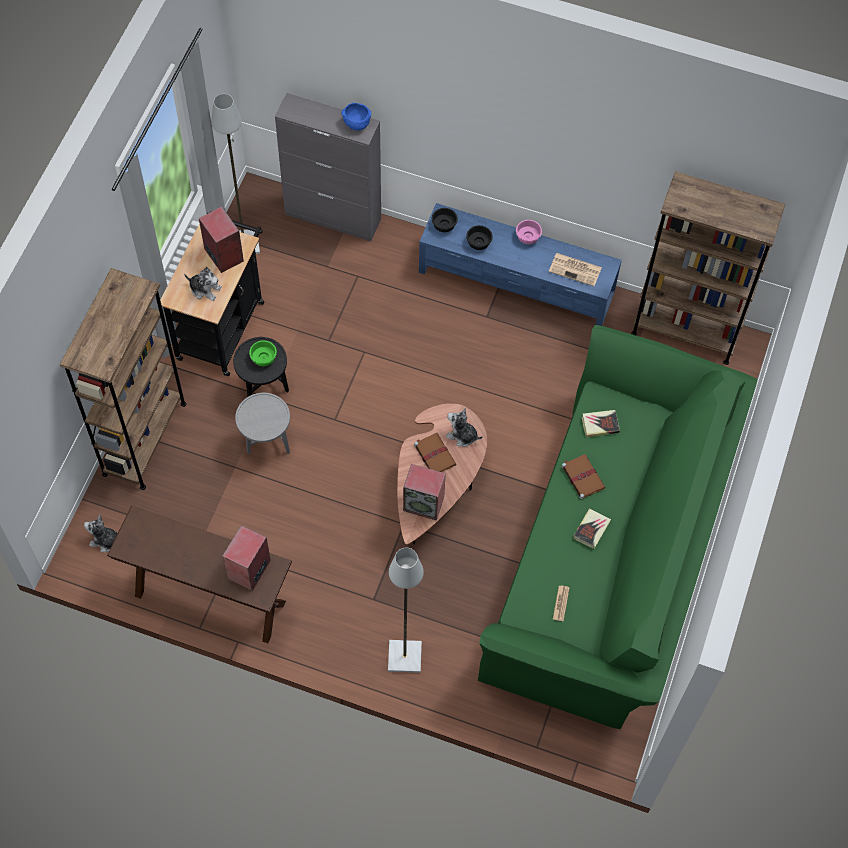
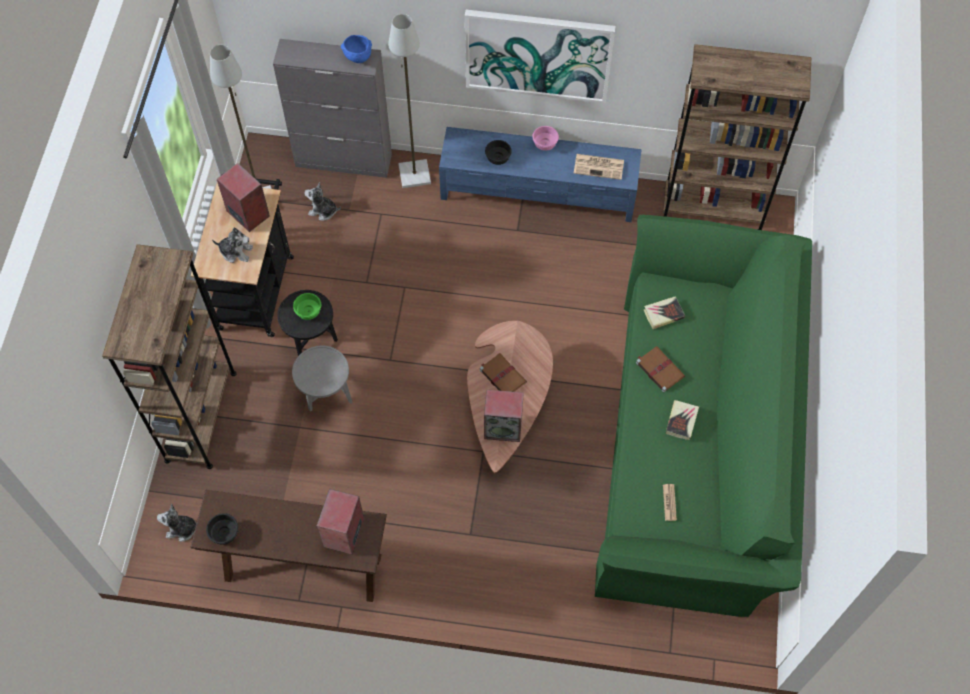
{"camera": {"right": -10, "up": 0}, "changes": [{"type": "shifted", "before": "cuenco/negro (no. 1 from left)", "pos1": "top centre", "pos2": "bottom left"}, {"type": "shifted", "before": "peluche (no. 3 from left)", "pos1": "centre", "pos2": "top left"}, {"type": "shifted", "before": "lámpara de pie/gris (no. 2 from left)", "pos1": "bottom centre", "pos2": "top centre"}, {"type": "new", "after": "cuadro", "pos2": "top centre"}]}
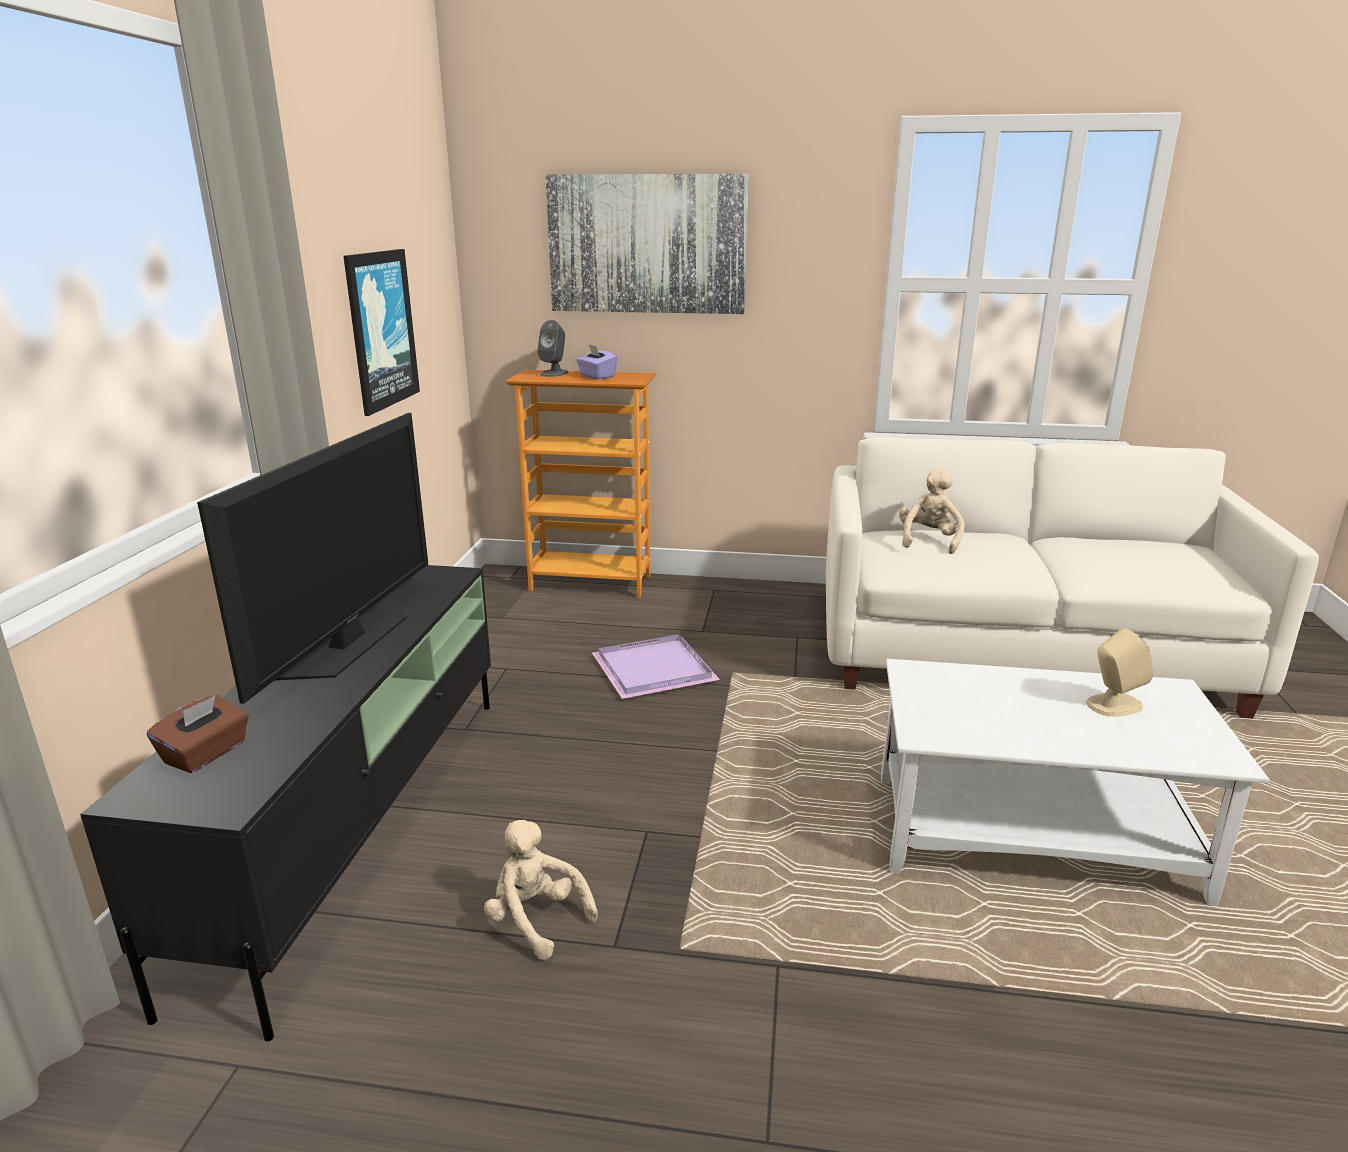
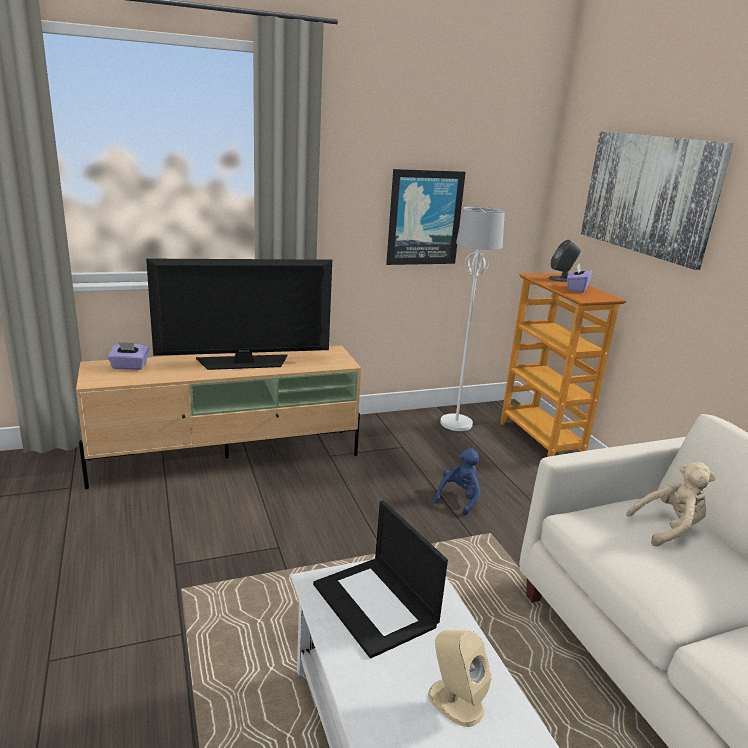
{"camera": {"right": 60, "up": 0}, "changes": [{"type": "repainted", "before": "mueble de televisión/negro", "after": "mueble de televisión/beis", "pos1": "bottom left", "pos2": "middle left"}, {"type": "repainted", "before": "caja de pañuelos/marrón", "after": "caja de pañuelos/morado (no. 1 from left)", "pos1": "middle left", "pos2": "middle left"}, {"type": "new", "after": "portátil", "pos2": "bottom centre"}, {"type": "swapped", "before": "bandeja/morado", "after": "peluche/azul", "pos1": "centre", "pos2": "centre"}, {"type": "new", "after": "lámpara de pie/blanco", "pos2": "centre"}, {"type": "gone", "before": "peluche/beis (no. 1 from left)", "pos1": "bottom centre"}]}
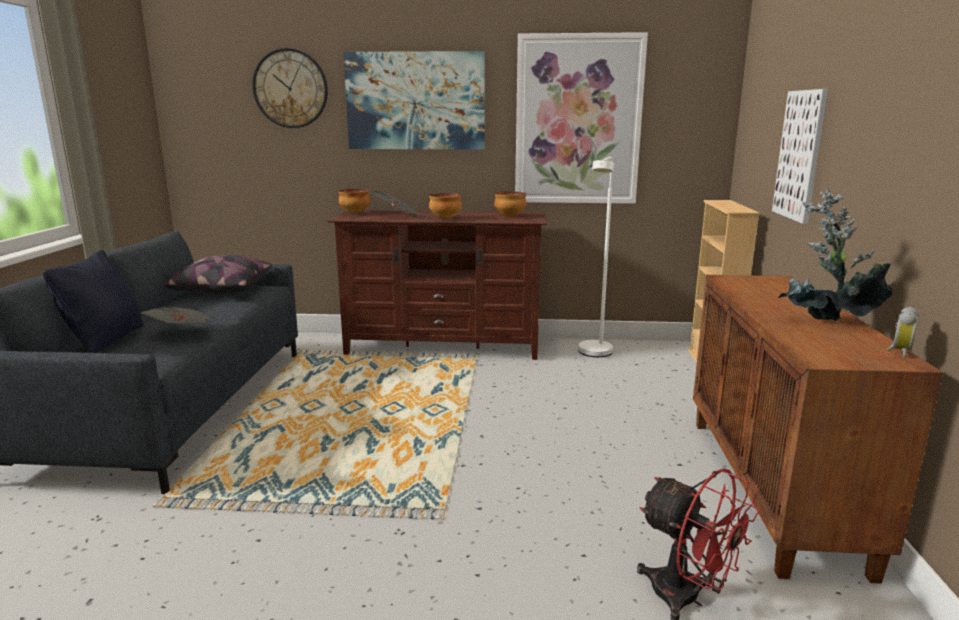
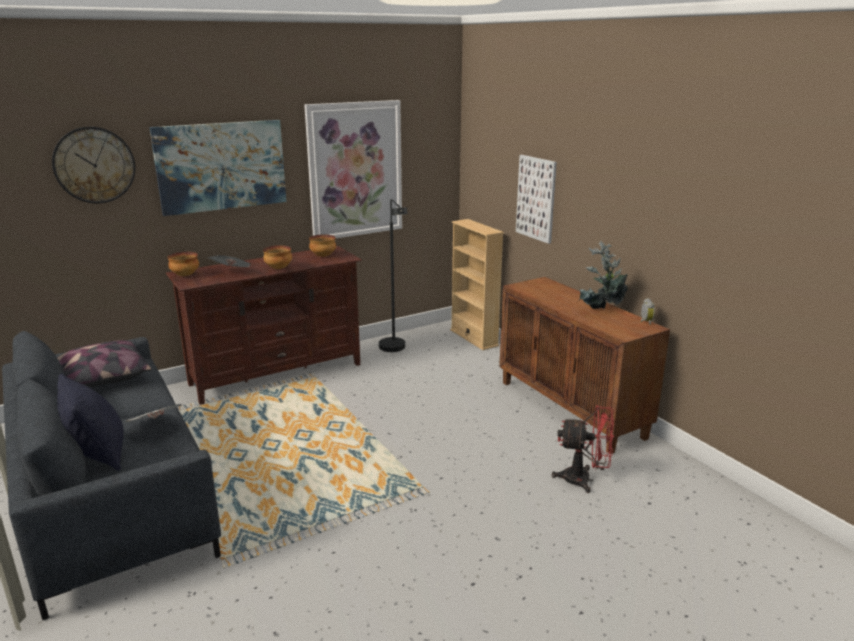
{"camera": {"right": -35, "up": 5}, "changes": [{"type": "repainted", "before": "lámpara de pie/blanco", "after": "lámpara de pie/negro", "pos1": "centre", "pos2": "centre"}]}
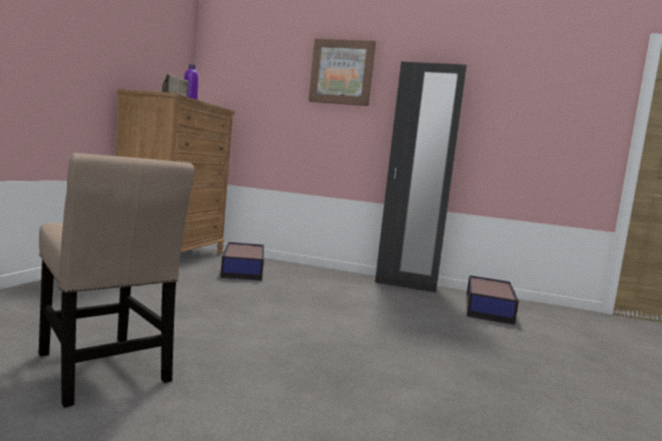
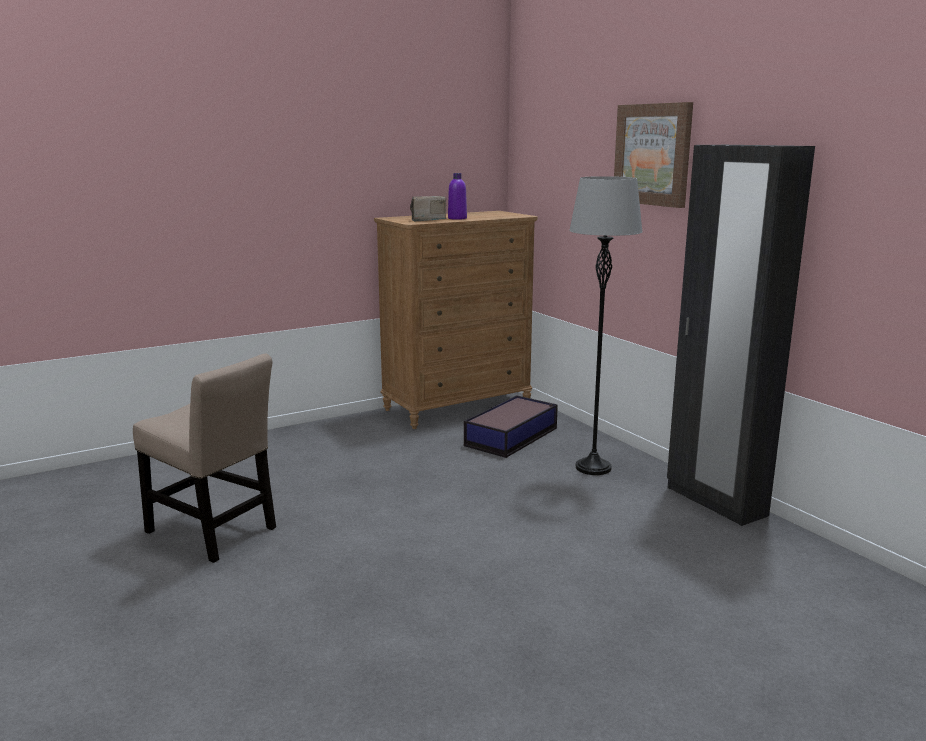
{"camera": {"right": 45, "up": 10}, "changes": [{"type": "rotated", "before": "silla/beis", "pos1": "middle left", "pos2": "middle left", "turn": -60}, {"type": "new", "after": "lámpara de pie/gris", "pos2": "centre"}, {"type": "gone", "before": "caja de almacenaje (no. 2 from left)", "pos1": "bottom right"}]}
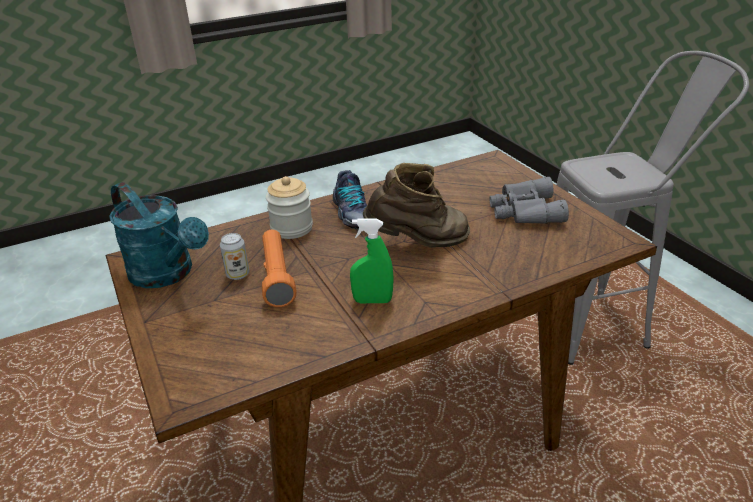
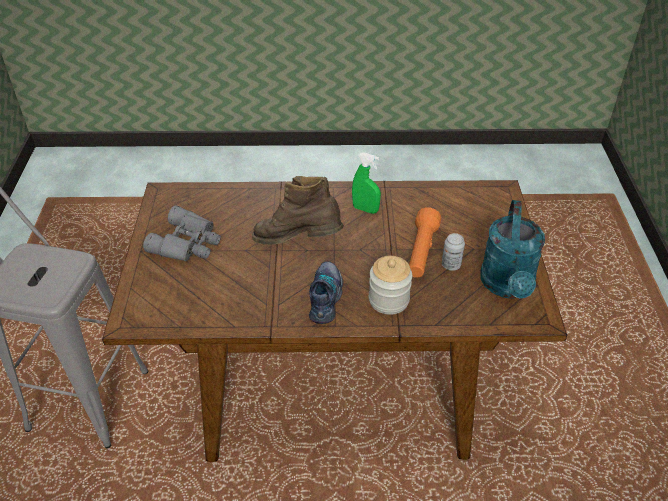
{"camera": {"right": -155, "up": 10}, "changes": [{"type": "rotated", "before": "regadera/turquesa", "pos1": "middle left", "pos2": "middle right", "turn": -150}]}
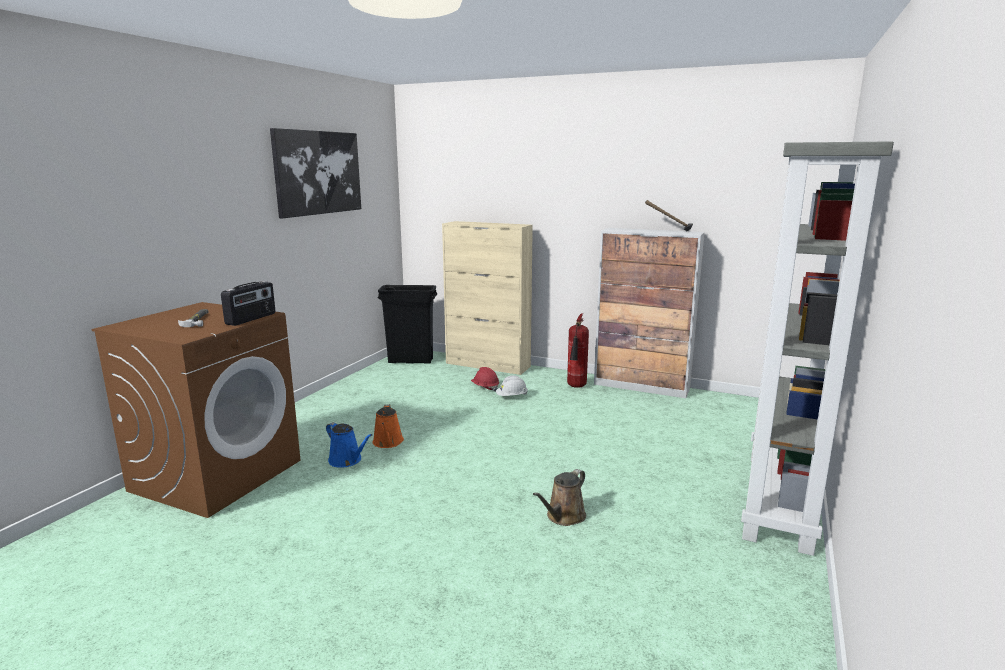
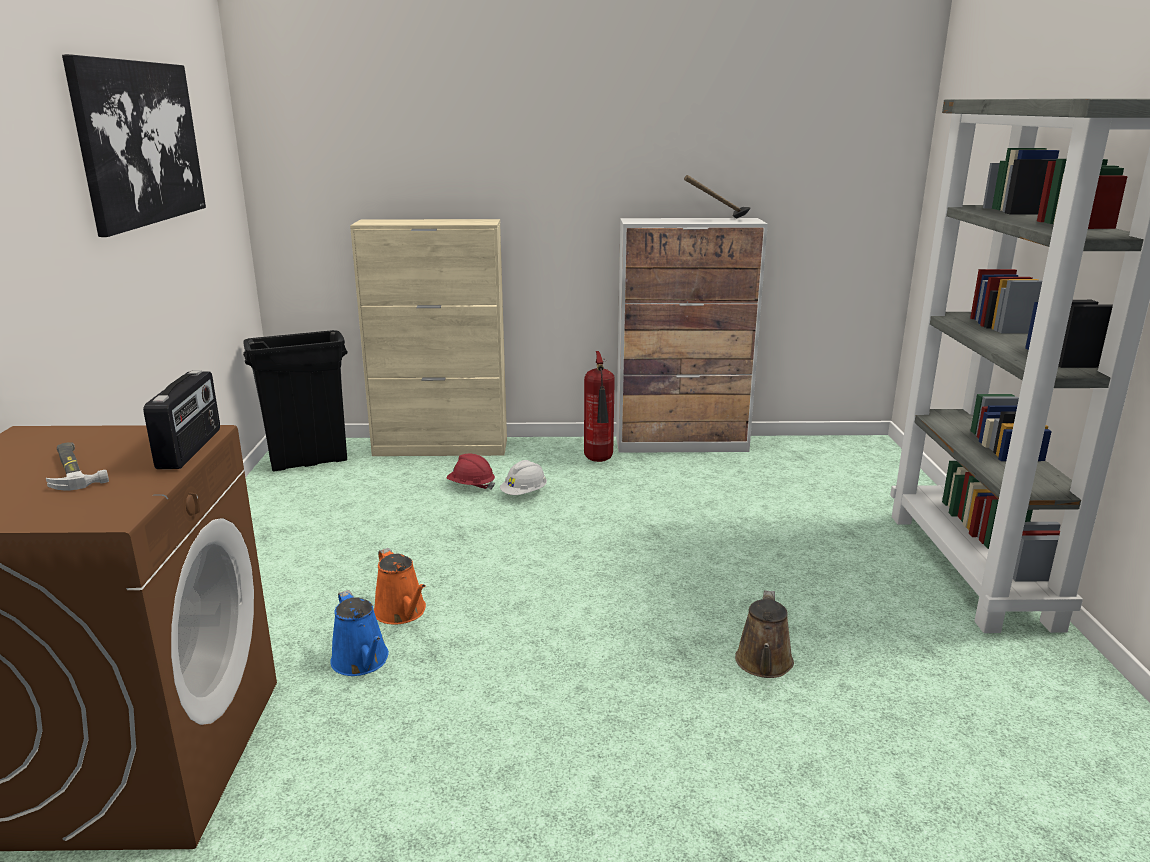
{"camera": {"right": -25, "up": 5}, "changes": [{"type": "rotated", "before": "regadera/azul", "pos1": "centre", "pos2": "bottom left", "turn": 45}]}
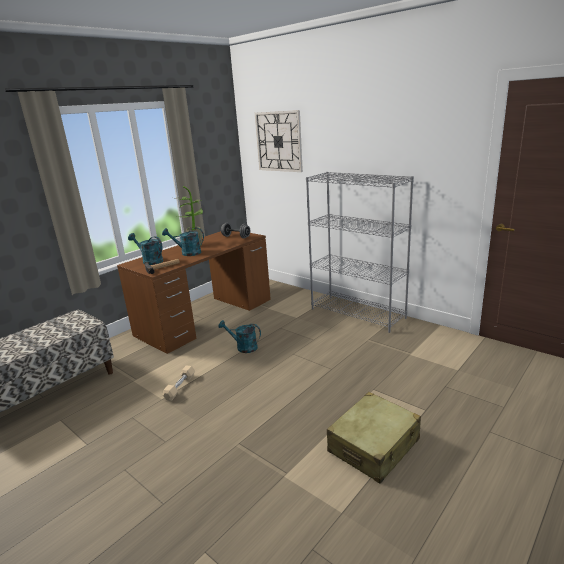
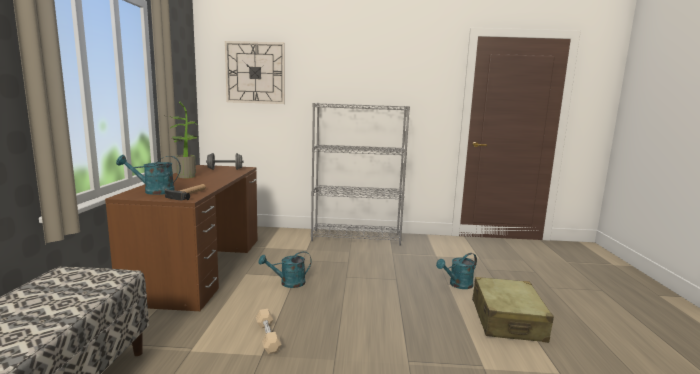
{"camera": {"right": -40, "up": -10}, "changes": [{"type": "shifted", "before": "regadera/turquesa (no. 2 from left in the first image)", "after": "regadera/turquesa (no. 3 from left)", "pos1": "middle left", "pos2": "bottom centre"}]}
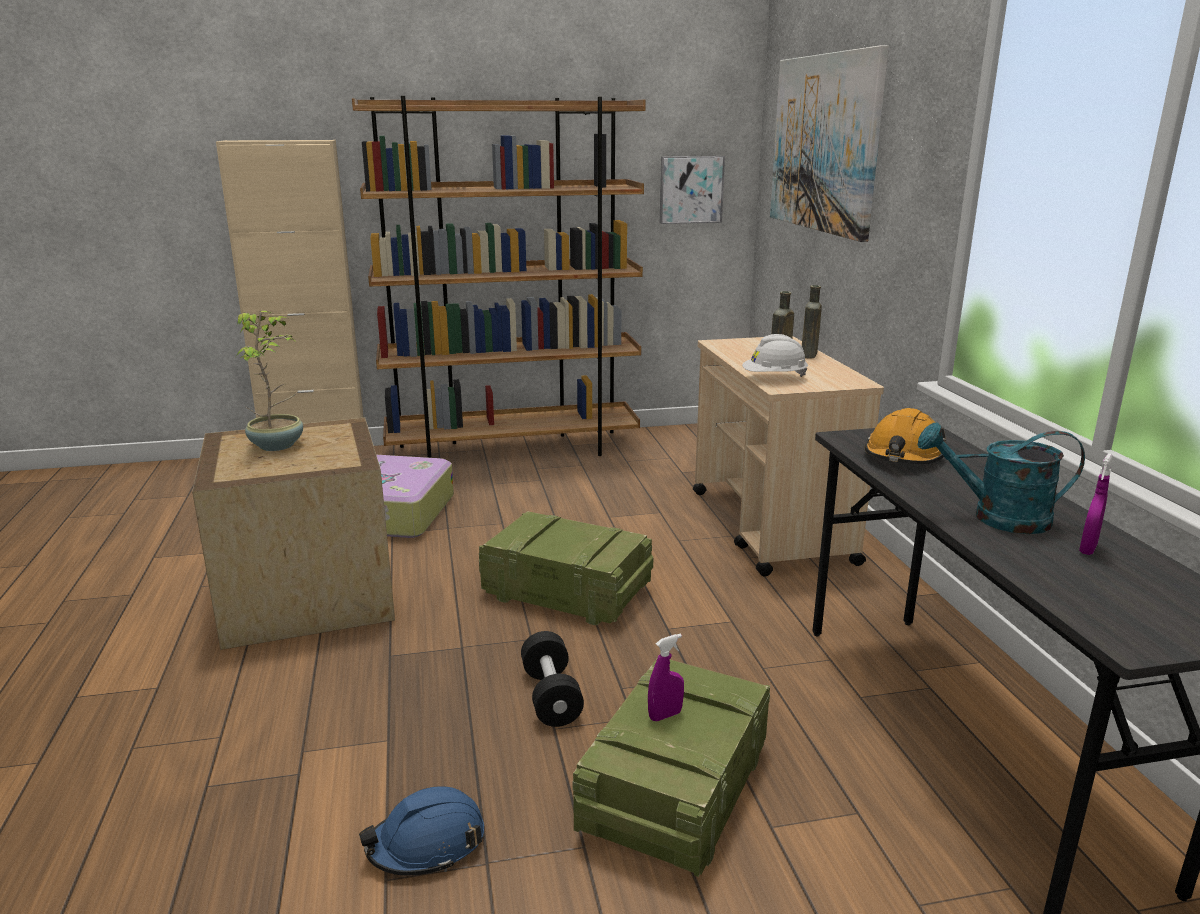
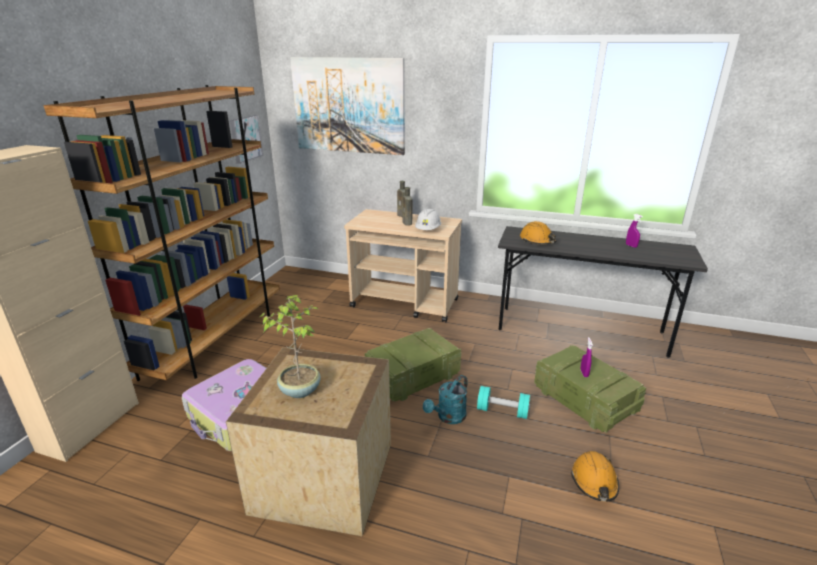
{"camera": {"right": -60, "up": 5}, "changes": [{"type": "shifted", "before": "regadera/turquesa", "pos1": "middle right", "pos2": "bottom centre"}, {"type": "repainted", "before": "mancuerna/negro", "after": "mancuerna/turquesa", "pos1": "bottom centre", "pos2": "bottom centre"}, {"type": "repainted", "before": "casco/azul", "after": "casco/naranja (no. 2 from left)", "pos1": "bottom centre", "pos2": "bottom right"}]}
